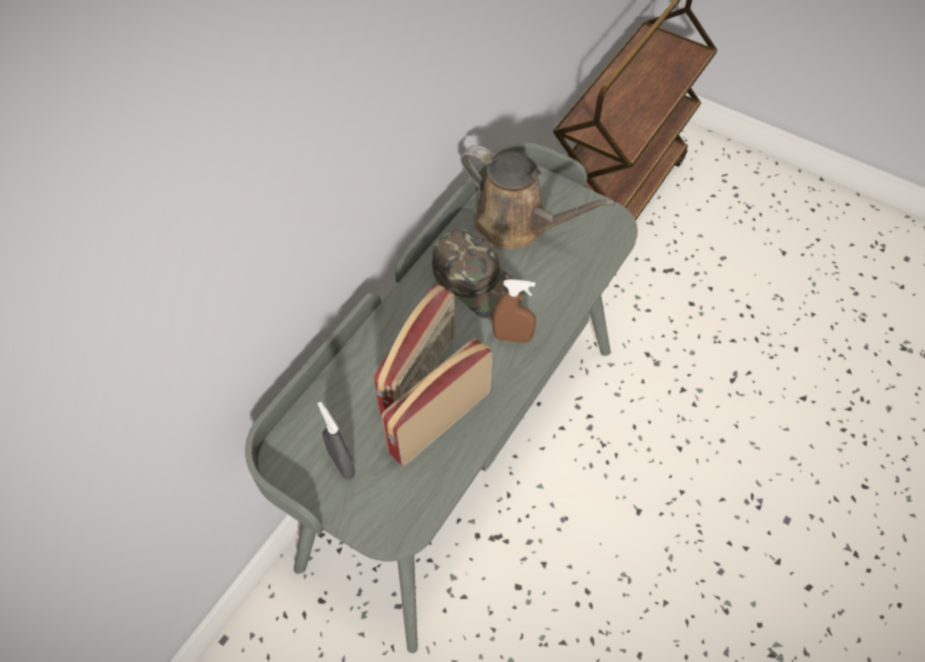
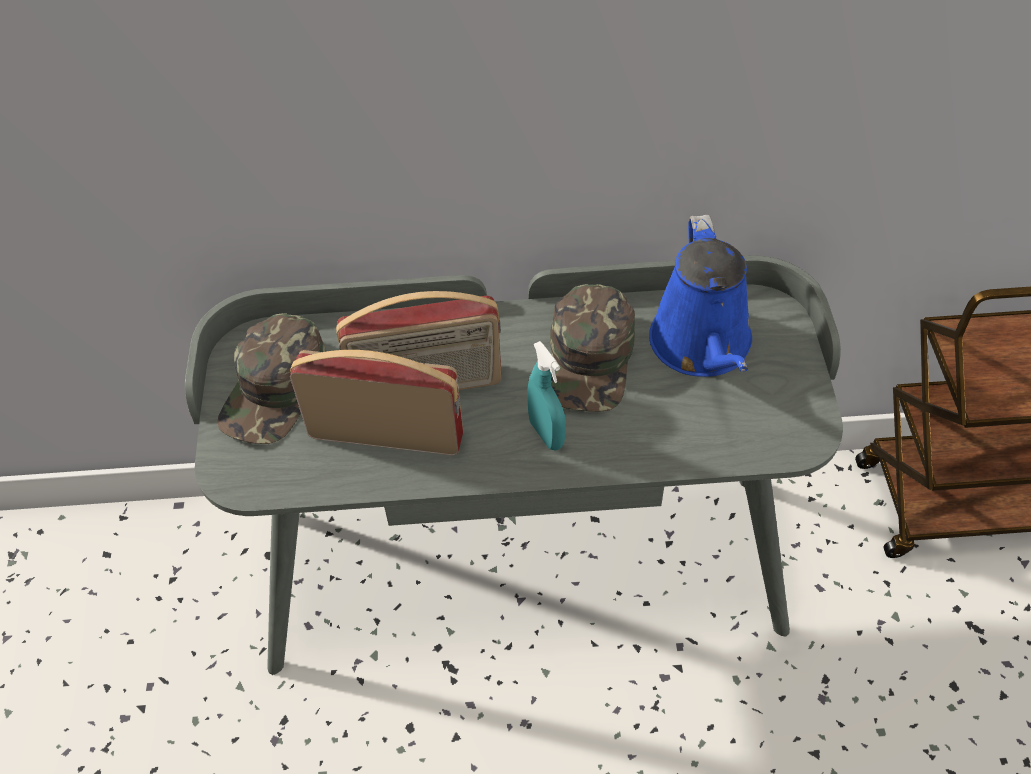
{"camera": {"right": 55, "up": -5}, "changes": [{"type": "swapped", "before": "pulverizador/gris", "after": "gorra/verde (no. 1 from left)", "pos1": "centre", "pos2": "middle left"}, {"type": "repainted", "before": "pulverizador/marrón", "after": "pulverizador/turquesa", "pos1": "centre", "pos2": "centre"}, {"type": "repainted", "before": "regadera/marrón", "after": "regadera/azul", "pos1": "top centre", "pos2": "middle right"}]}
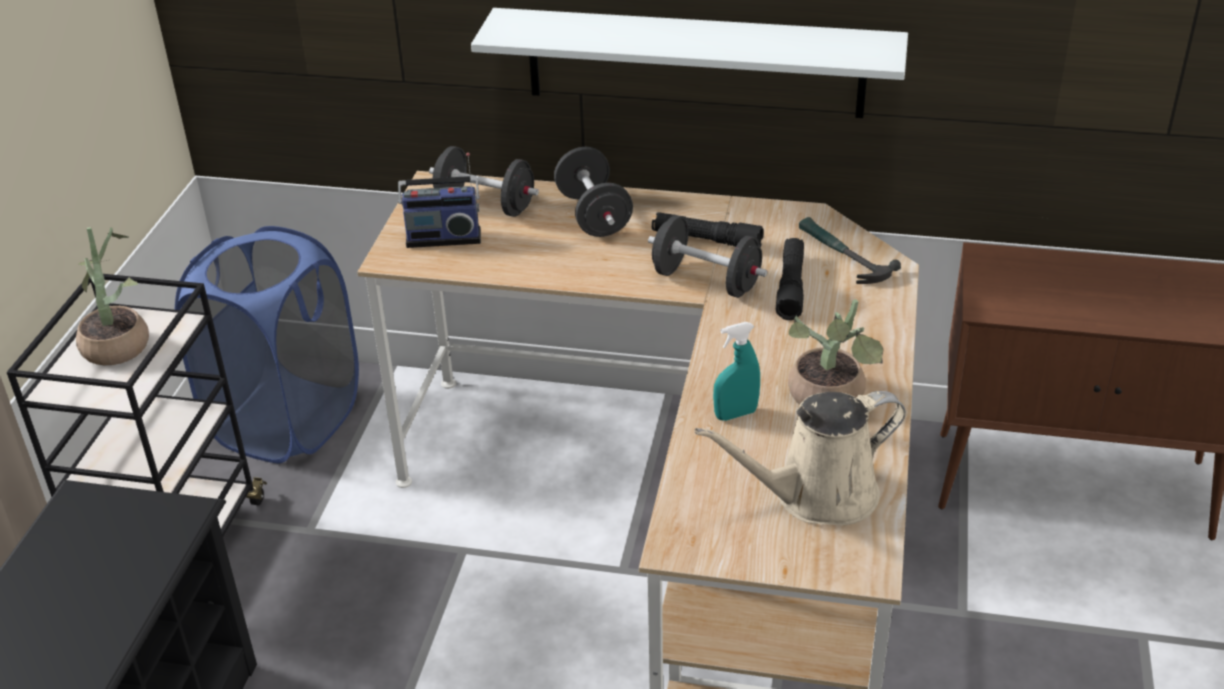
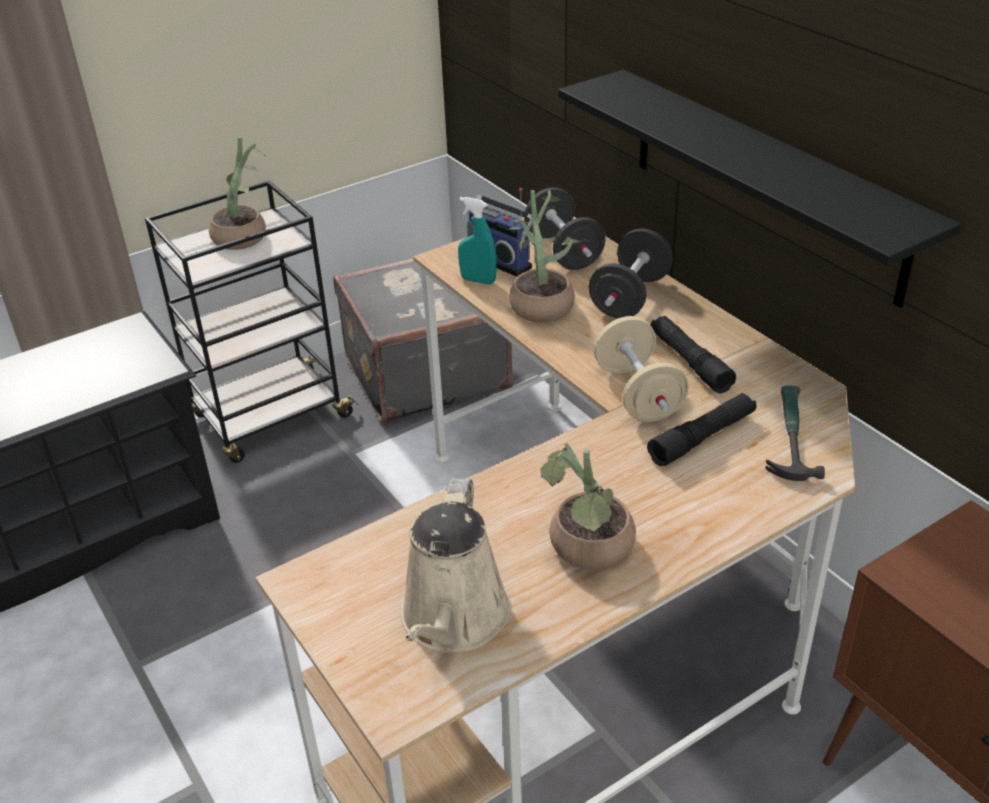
{"camera": {"right": 45, "up": 0}, "changes": [{"type": "swapped", "before": "cesto de la ropa/azul", "after": "maleta/gris", "pos1": "middle left", "pos2": "centre"}, {"type": "rotated", "before": "regadera/beis", "pos1": "centre", "pos2": "bottom centre", "turn": -105}, {"type": "shifted", "before": "pulverizador/turquesa", "pos1": "centre", "pos2": "top centre"}, {"type": "new", "after": "planta en maceta (no. 2 from left)", "pos2": "top centre"}, {"type": "repainted", "before": "estante/blanco", "after": "estante/negro", "pos1": "top centre", "pos2": "top right"}, {"type": "repainted", "before": "mancuerna/negro (no. 3 from left)", "after": "mancuerna/beis", "pos1": "centre", "pos2": "centre"}]}
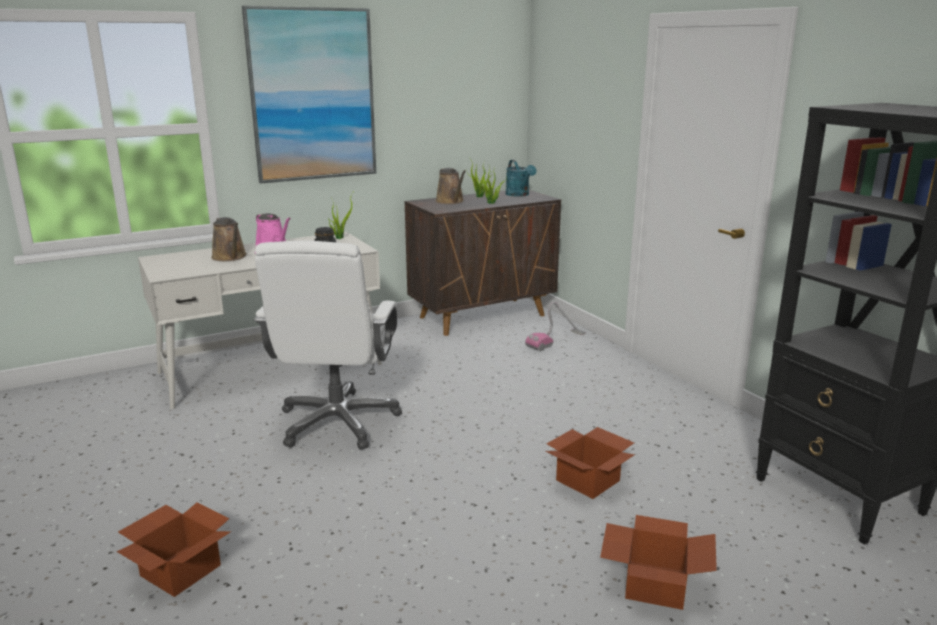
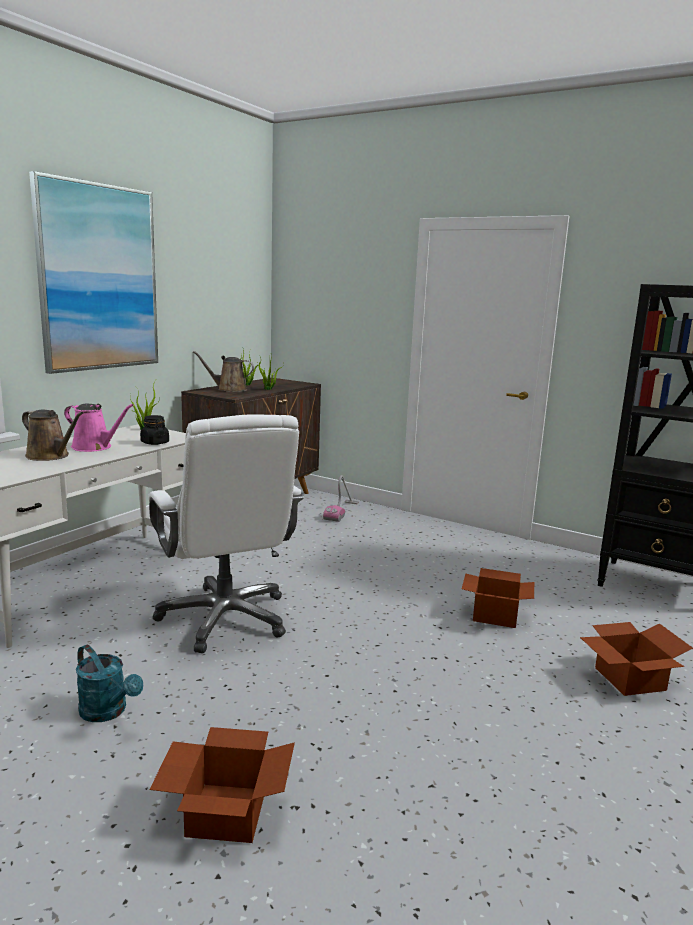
{"camera": {"right": -30, "up": -5}, "changes": [{"type": "shifted", "before": "regadera/turquesa", "pos1": "top centre", "pos2": "bottom left"}, {"type": "rotated", "before": "regadera/marrón (no. 2 from left)", "pos1": "top centre", "pos2": "middle left", "turn": 150}]}
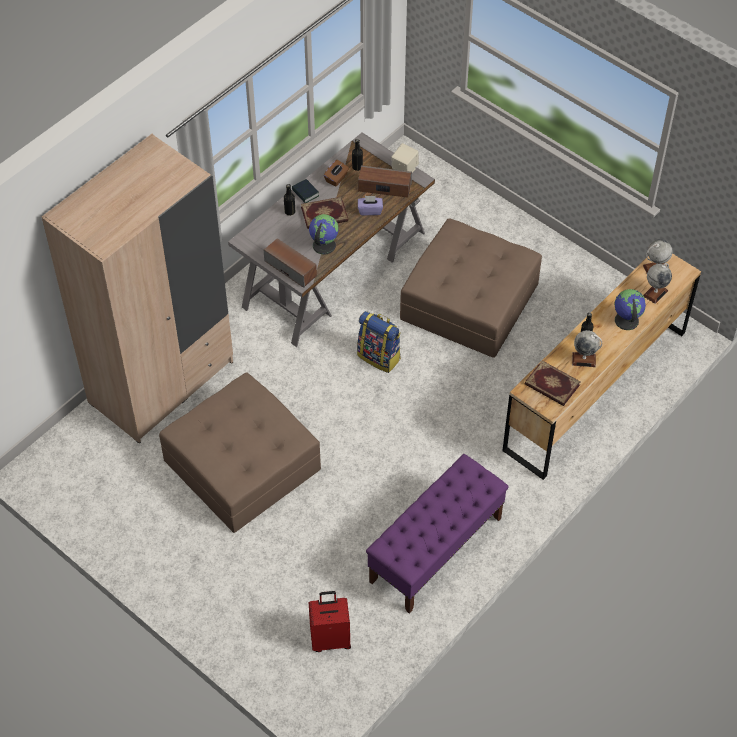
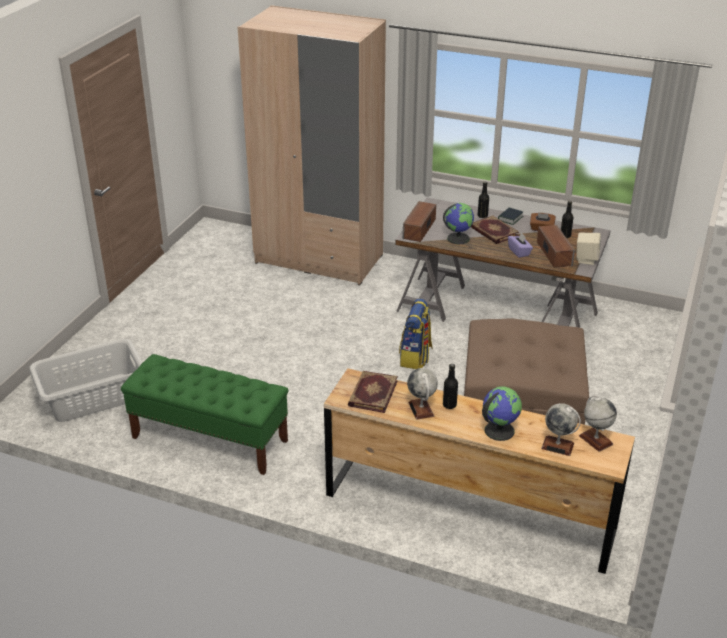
{"camera": {"right": 70, "up": -20}, "changes": [{"type": "swapped", "before": "maleta/rojo", "after": "cesto de la ropa/gris", "pos1": "bottom centre", "pos2": "middle left"}, {"type": "repainted", "before": "banco/morado", "after": "banco/verde", "pos1": "bottom centre", "pos2": "middle left"}, {"type": "gone", "before": "puf/marrón (no. 1 from left)", "pos1": "middle left"}]}
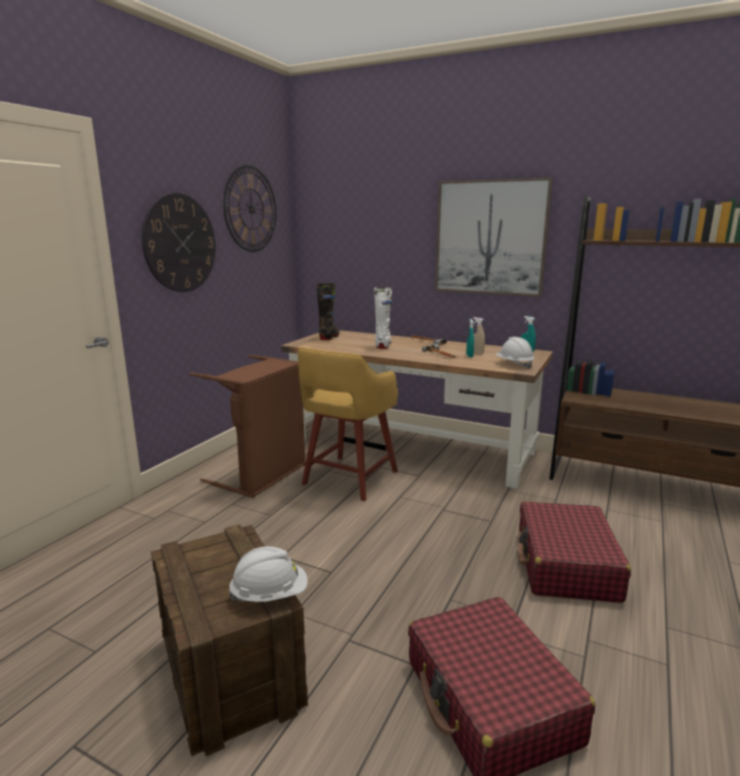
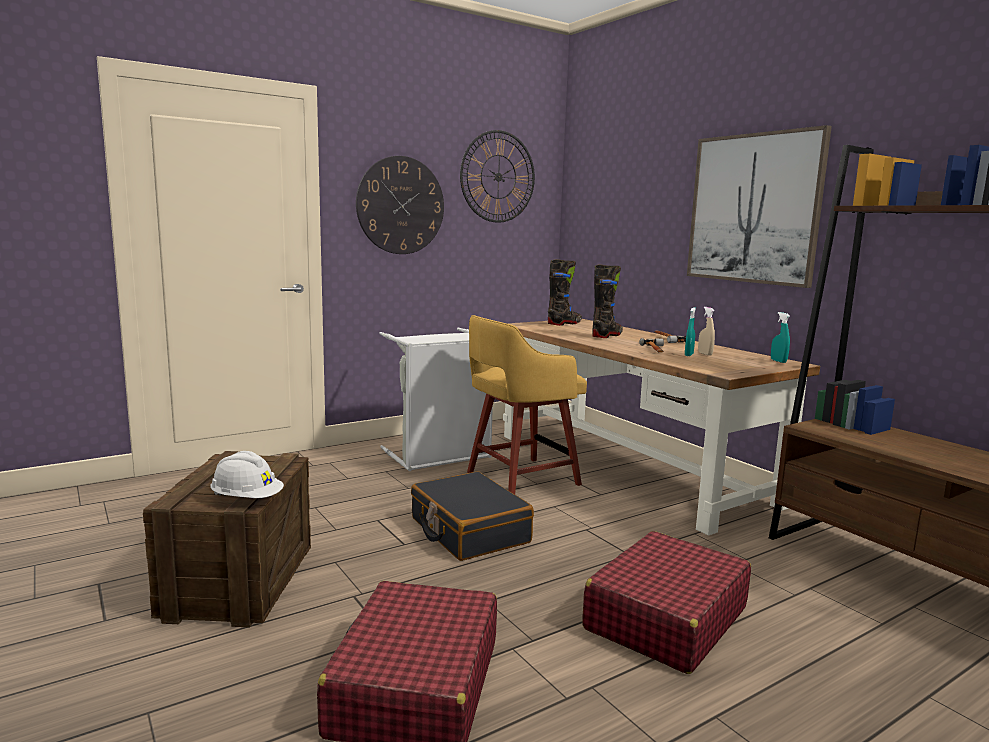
{"camera": {"right": 30, "up": -5}, "changes": [{"type": "repainted", "before": "cesto de la ropa/marrón", "after": "cesto de la ropa/gris", "pos1": "centre", "pos2": "centre"}, {"type": "new", "after": "maleta/negro", "pos2": "bottom centre"}, {"type": "repainted", "before": "bota/blanco", "after": "bota/negro (no. 2 from left)", "pos1": "centre", "pos2": "centre"}, {"type": "gone", "before": "casco/blanco (no. 2 from left)", "pos1": "middle right"}]}
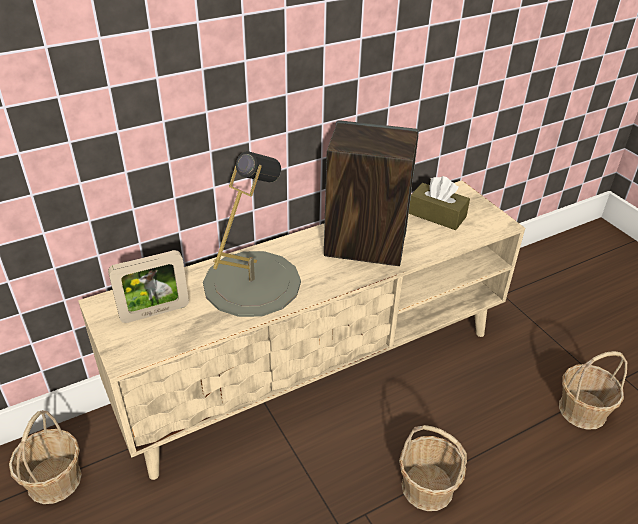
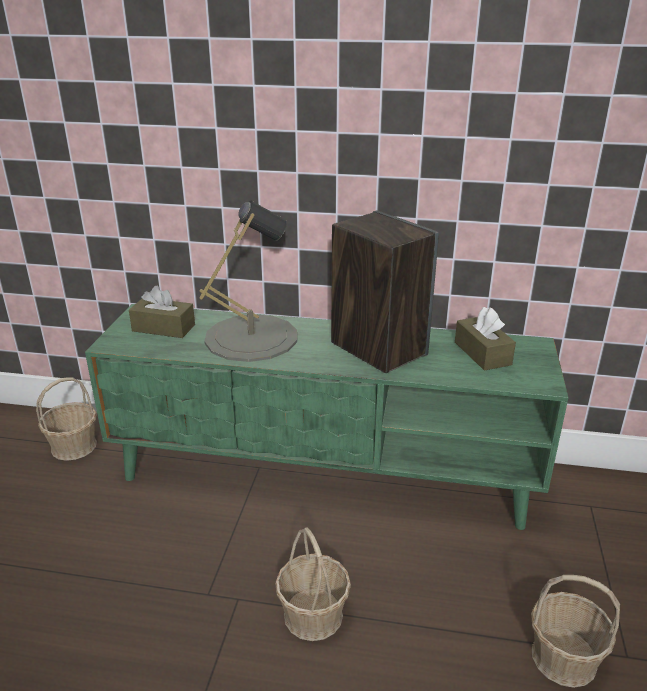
{"camera": {"right": 40, "up": -10}, "changes": [{"type": "repainted", "before": "mueble de televisión/beis", "after": "mueble de televisión/verde", "pos1": "centre", "pos2": "centre"}, {"type": "swapped", "before": "portarretratos", "after": "caja de pañuelos/marrón (no. 1 from left)", "pos1": "middle left", "pos2": "middle left"}]}
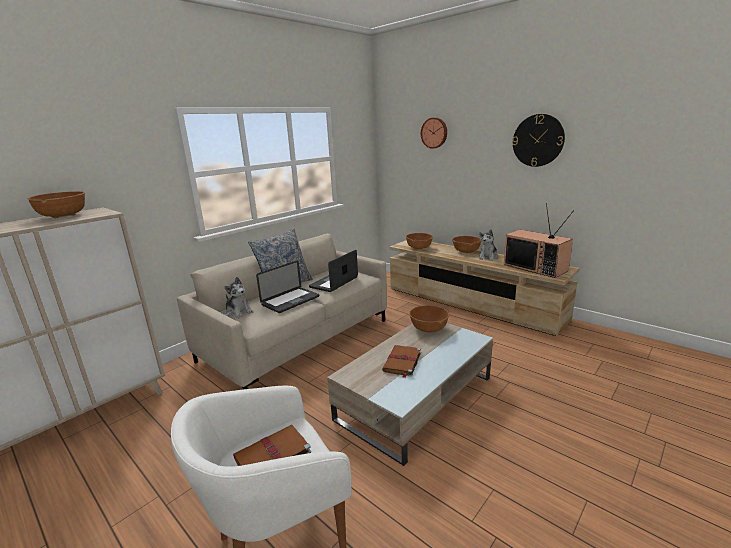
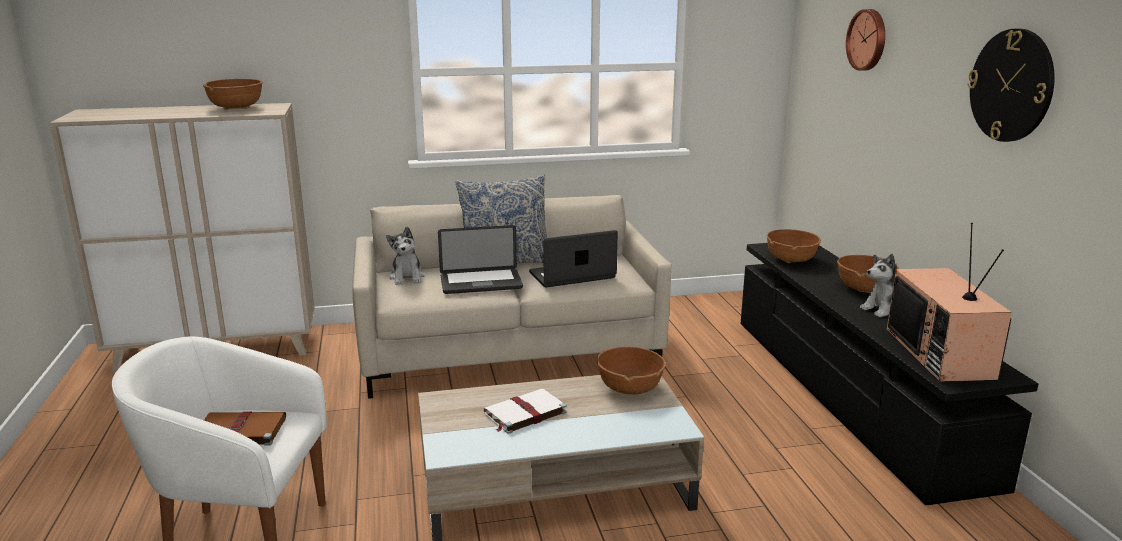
{"camera": {"right": 35, "up": 0}, "changes": [{"type": "repainted", "before": "libro/marrón (no. 2 from left)", "after": "libro/blanco", "pos1": "centre", "pos2": "bottom centre"}, {"type": "repainted", "before": "mueble de televisión/beis", "after": "mueble de televisión/negro", "pos1": "centre", "pos2": "bottom right"}]}
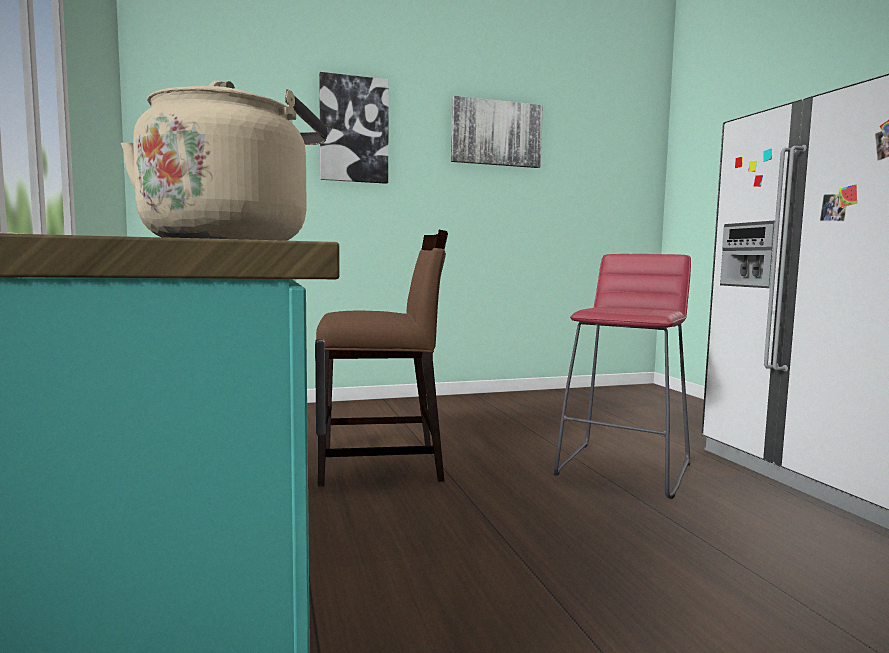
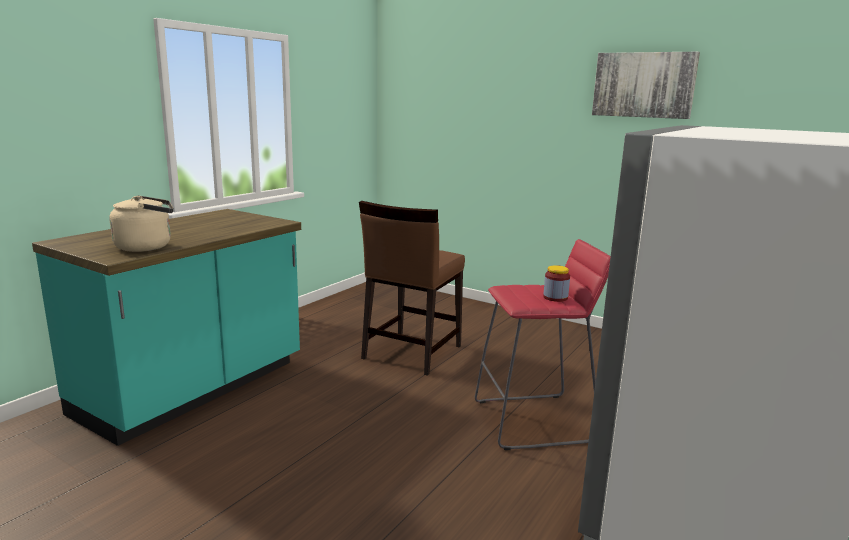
{"camera": {"right": 50, "up": 10}, "changes": [{"type": "rotated", "before": "silla/marrón", "pos1": "centre", "pos2": "centre", "turn": 75}, {"type": "new", "after": "tarro", "pos2": "centre"}, {"type": "gone", "before": "cuadro (no. 1 from left)", "pos1": "top centre"}]}
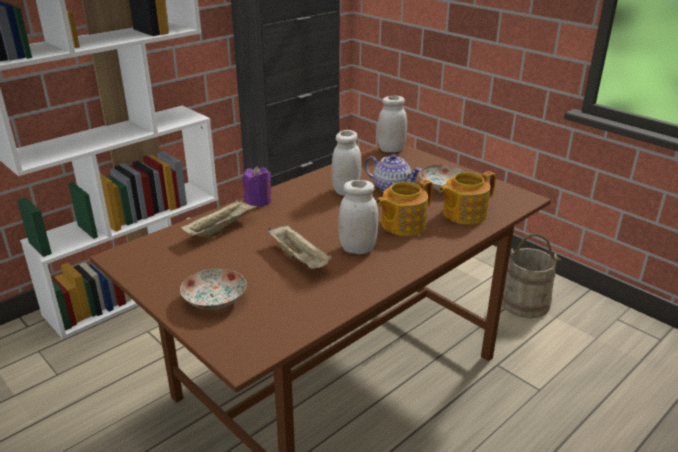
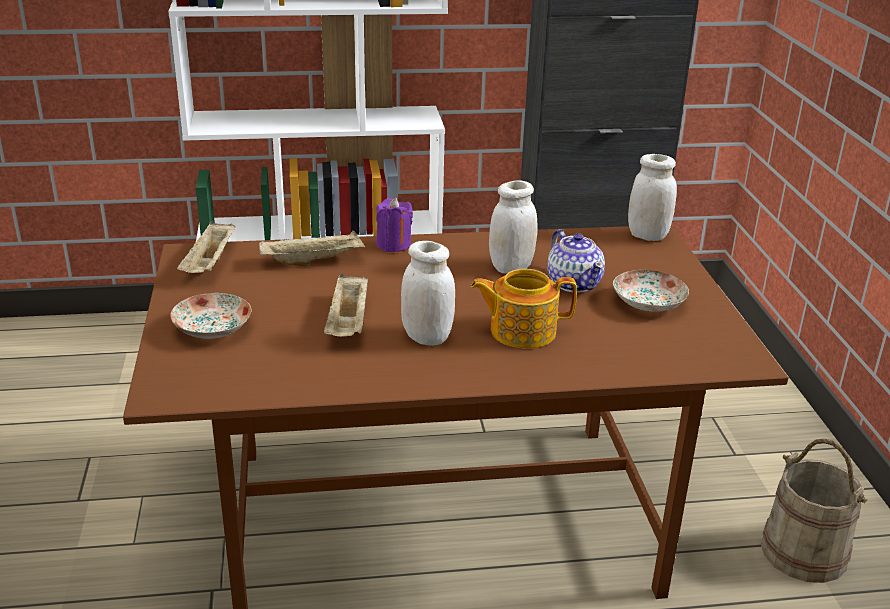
{"camera": {"right": 35, "up": 0}, "changes": [{"type": "new", "after": "bandeja/beis (no. 1 from left)", "pos2": "middle left"}, {"type": "gone", "before": "tetera (no. 3 from left)", "pos1": "middle right"}]}
